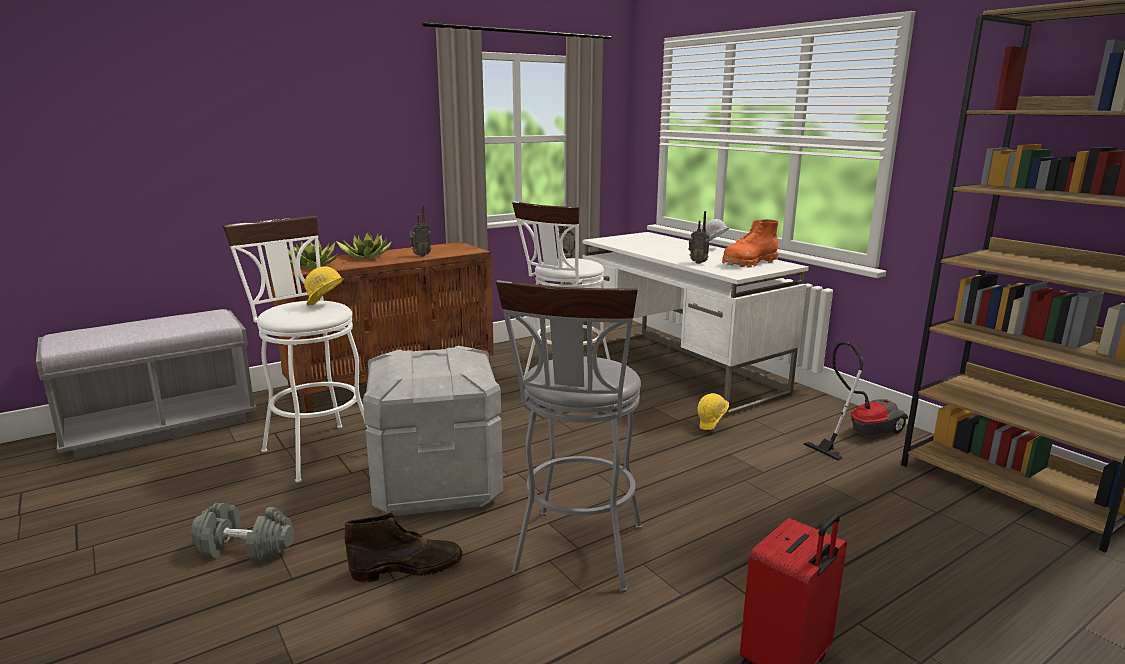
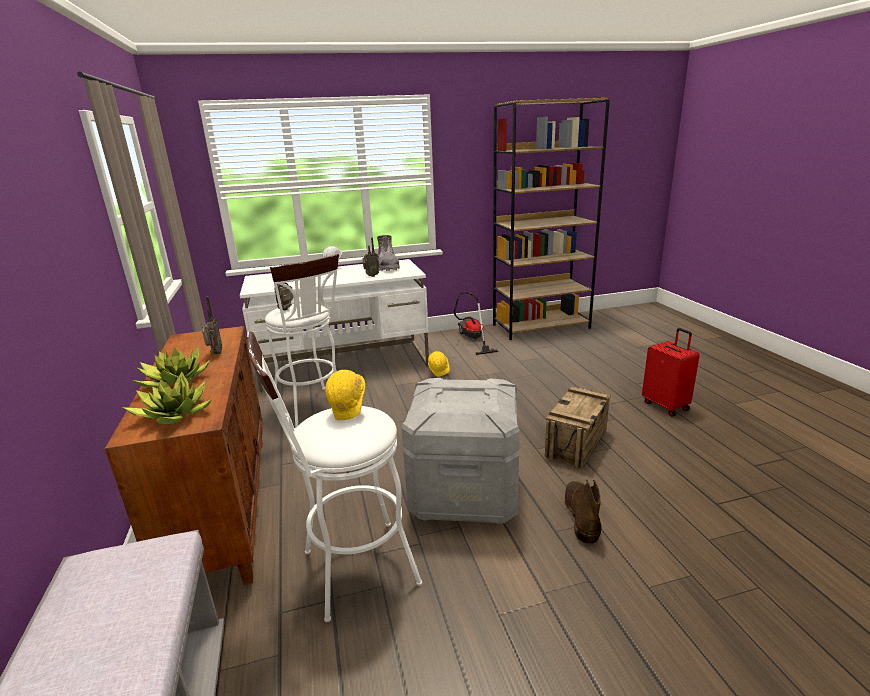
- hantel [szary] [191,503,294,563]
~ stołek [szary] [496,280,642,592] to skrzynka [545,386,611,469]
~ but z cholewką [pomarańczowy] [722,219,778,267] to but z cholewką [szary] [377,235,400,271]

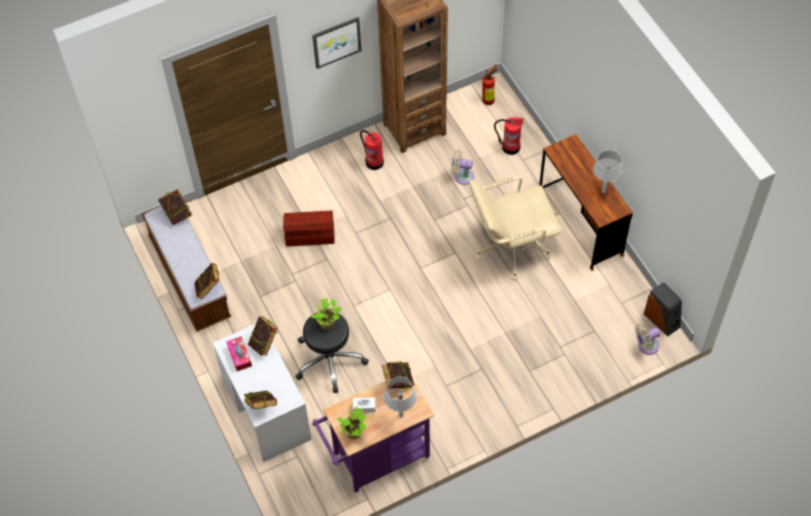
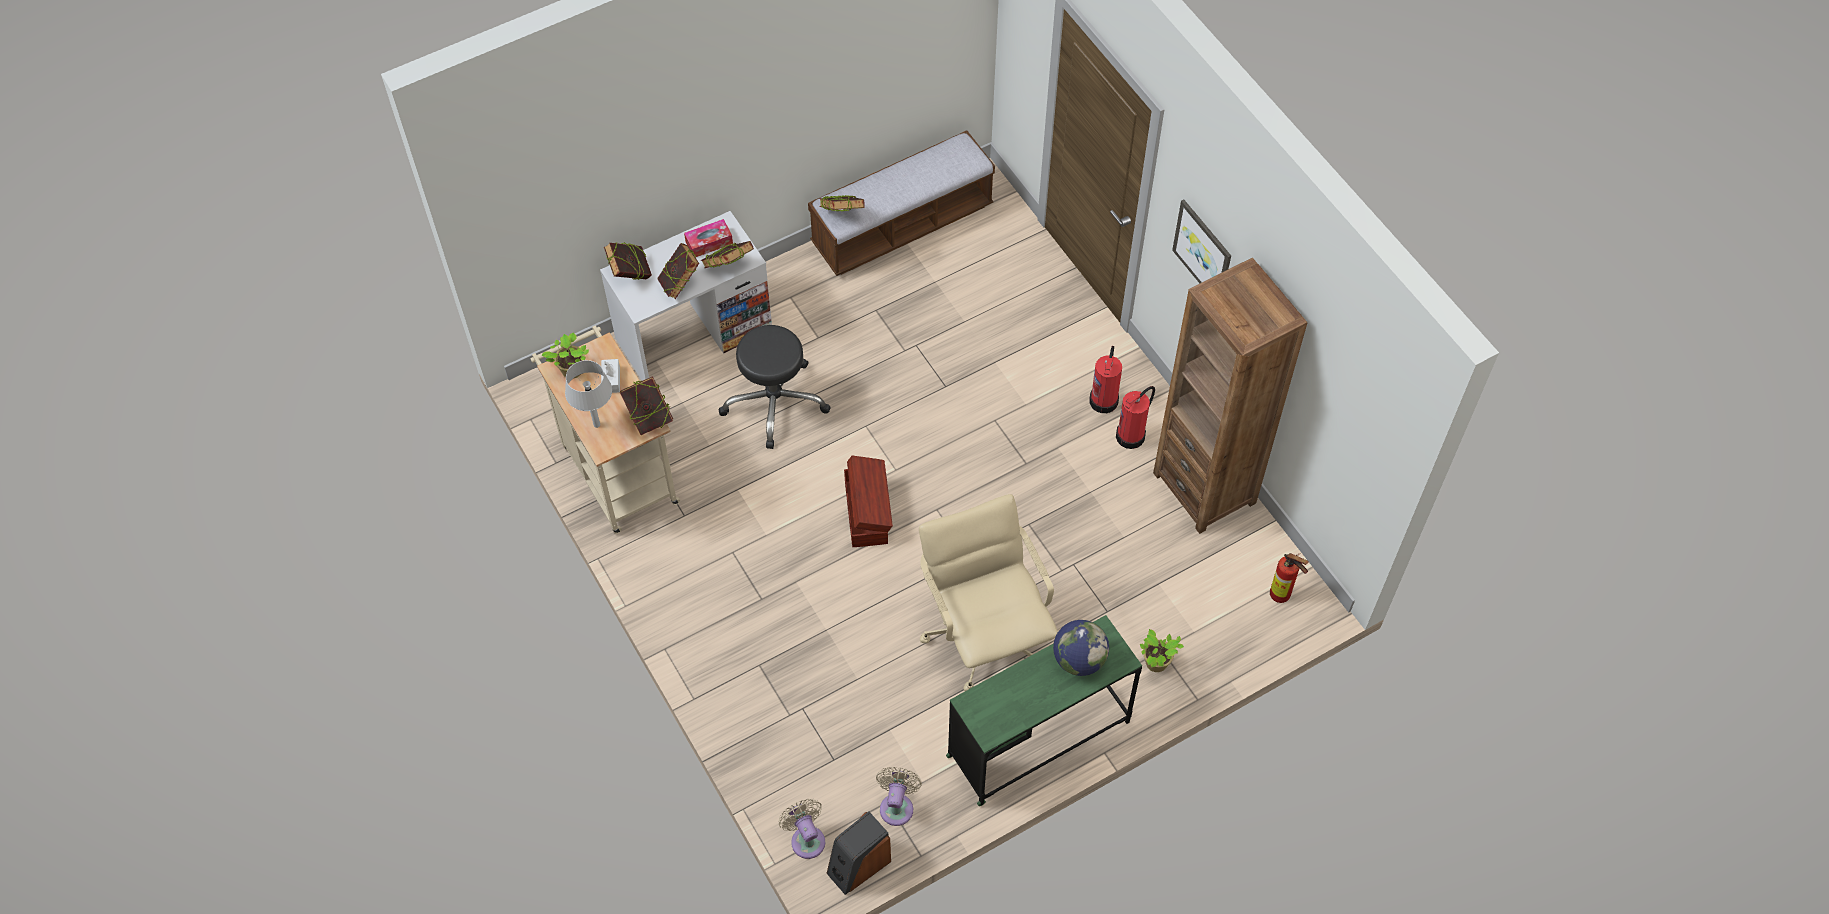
~ książka [158,189,192,225] to [657,243,699,299]
~ pojemnik do przechowywania [brązowy] [283,211,335,246] to [844,456,893,547]
~ roślina doniczkowa [311,298,342,330] to [1140,629,1184,672]
~ wózek [fioletowy] [312,378,434,493] to wózek [beżowy] [531,325,680,534]
~ wentylator [beżowy] [451,150,474,185] to [876,767,922,826]
~ gaśnica [494,117,524,155] to [1089,346,1122,413]
~ biurko [brązowy] [539,134,633,271] to biurko [zielony] [946,615,1142,806]
- lampa stołowa [szary] [593,150,623,193]
+ globus [1053,620,1109,676]

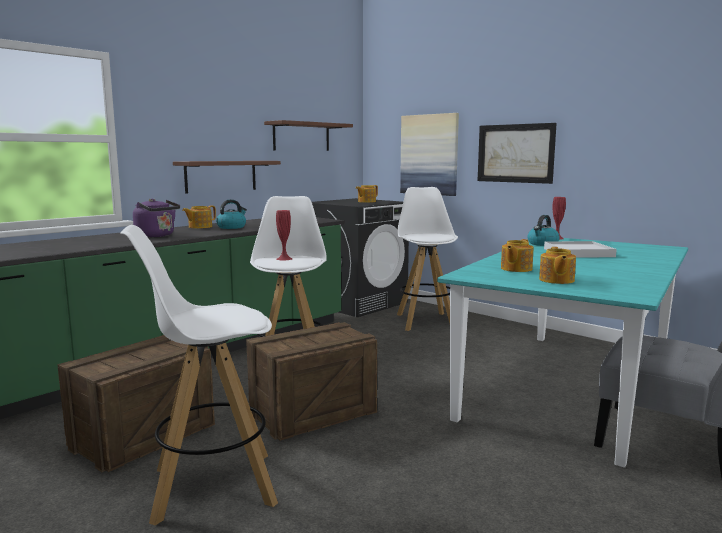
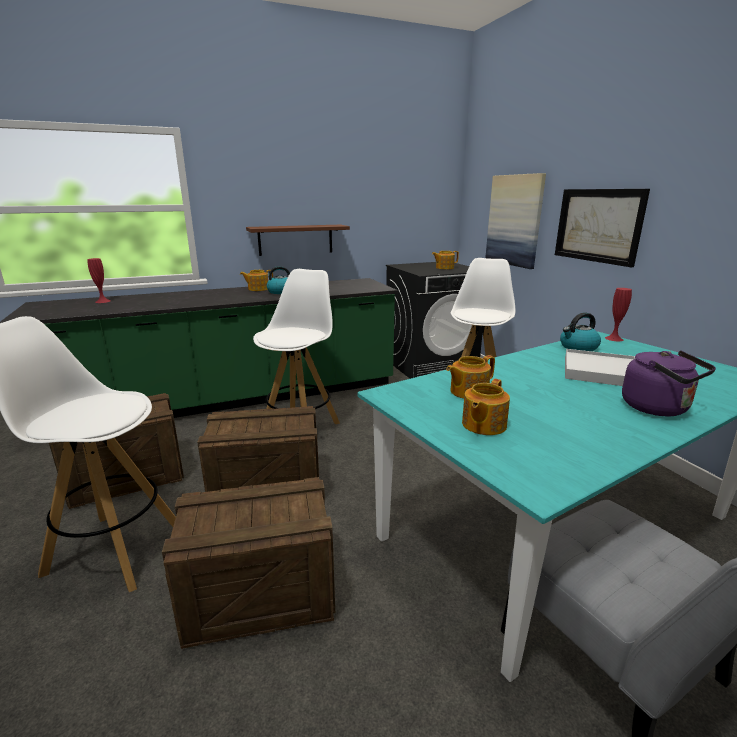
~ czajnik [fioletowy] [133,198,180,237] to [622,350,716,416]
- półka [brązowy] [264,120,353,151]
~ wazon [czerwony] [276,210,292,260] to [87,258,111,303]
+ skrzynka [162,477,336,649]

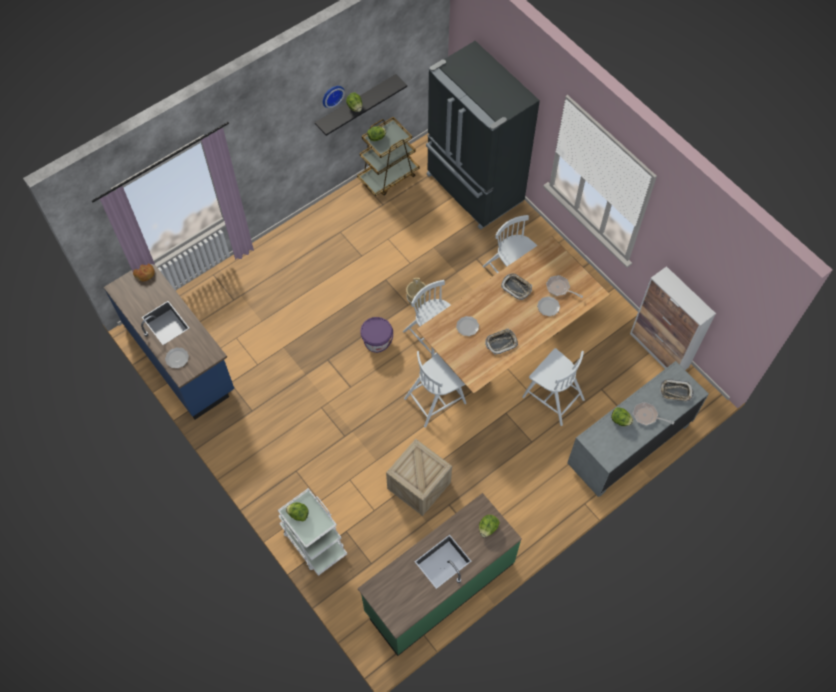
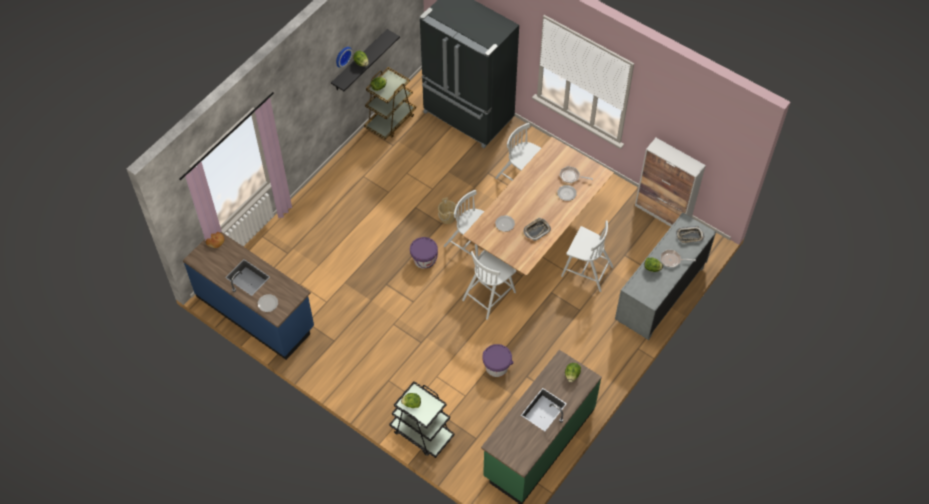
~ wózek [biały] [278,488,347,576] to wózek [czarny] [389,381,455,458]
~ skrzynka [386,439,452,516] to wiadro [fioletowy] [483,344,514,377]
- taca [501,273,532,300]

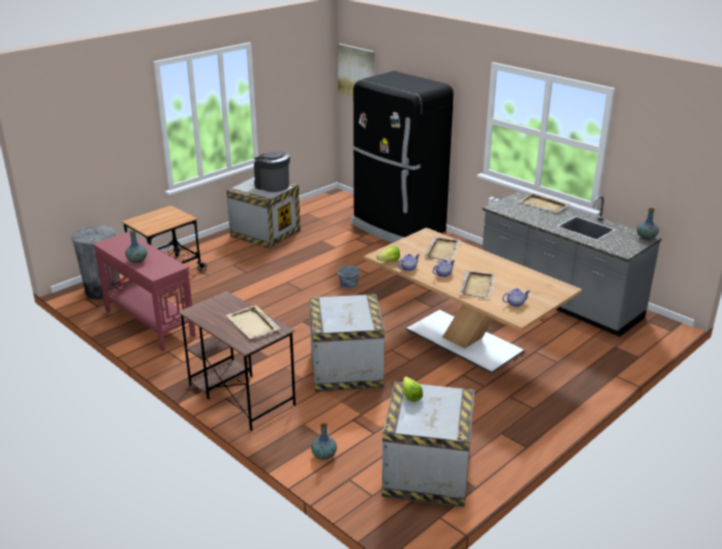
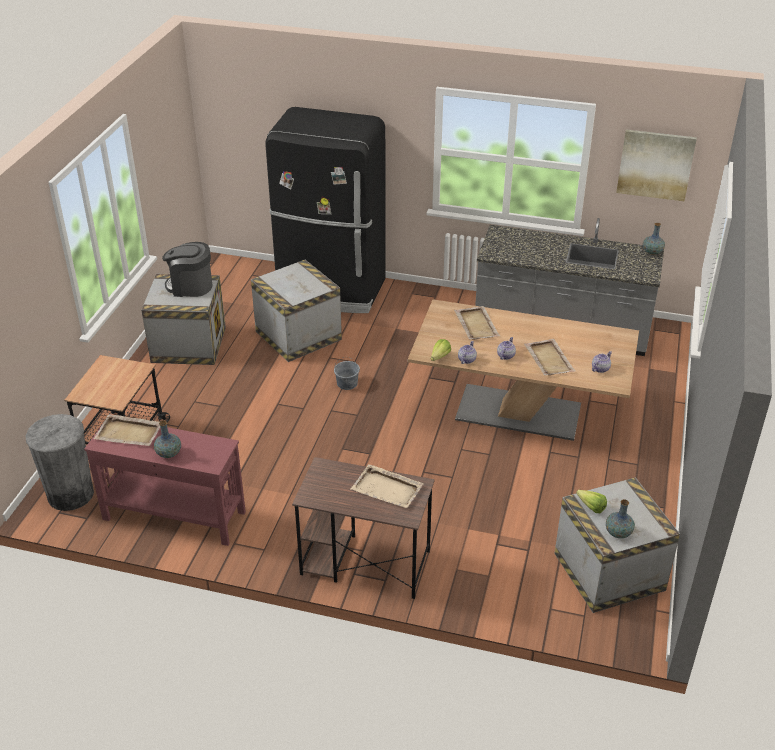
~ skrzynka [309,294,385,392] to [251,260,342,362]
~ wazon [311,423,337,460] to [606,499,635,538]
~ obraz [338,43,375,96] to [616,130,697,201]
~ taca [beżowy] [519,193,570,212] to [93,415,160,446]

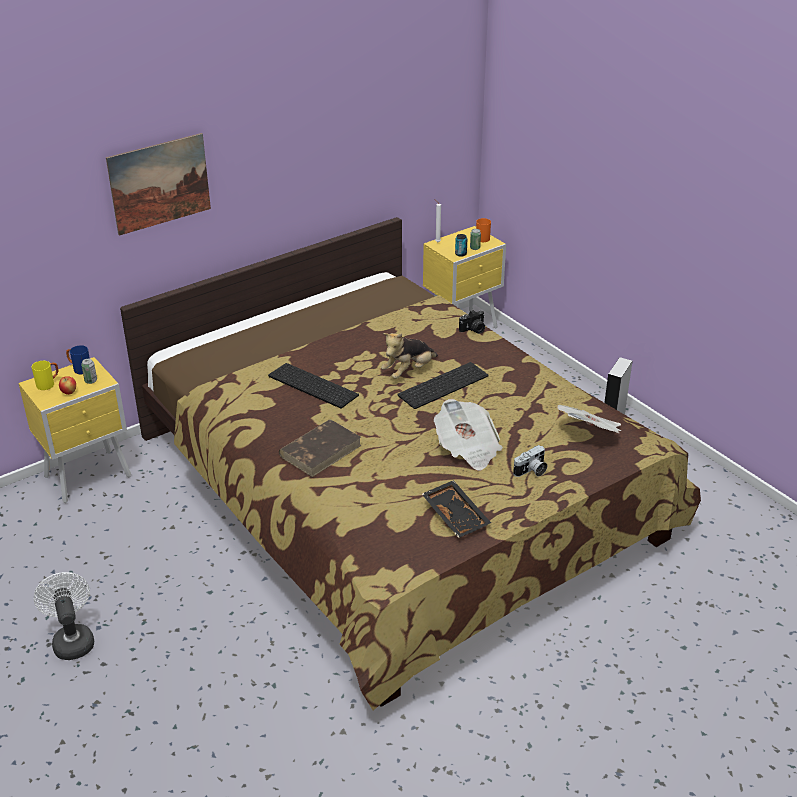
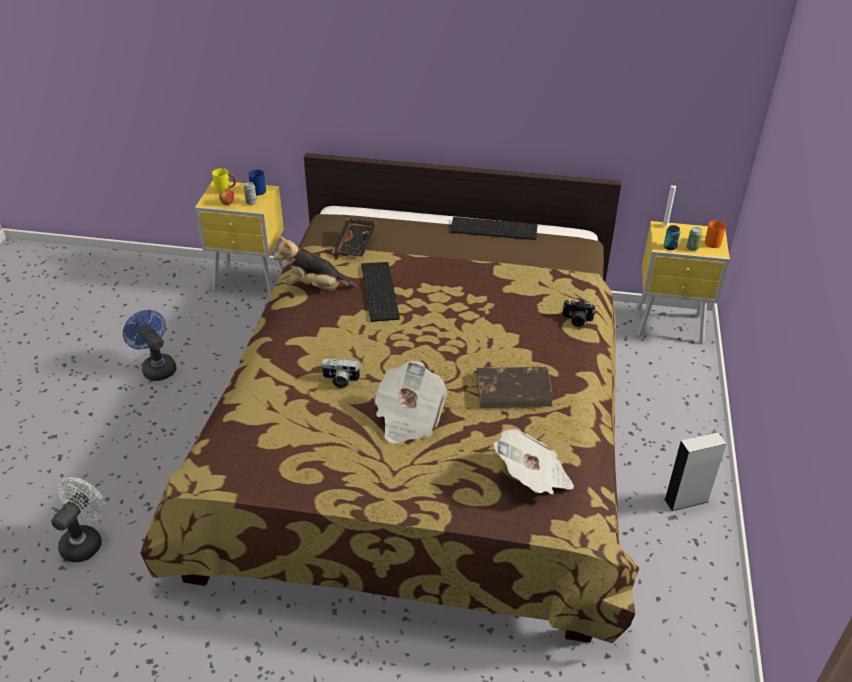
~ wentylator [biały] [34,572,94,660] to [51,477,106,562]
- obraz [106,133,211,236]
~ książka [brązowy] [279,419,362,477] to [477,367,554,408]
~ pluszak [381,333,438,379] to [273,236,357,288]
~ klawiatura [397,362,488,409] to [450,217,538,240]
~ taca [czarny] [422,480,491,538] to [332,218,377,257]
~ aparat fotograficzny [513,445,547,477] to [322,359,361,388]
+ wentylator [niebieski] [123,310,177,381]

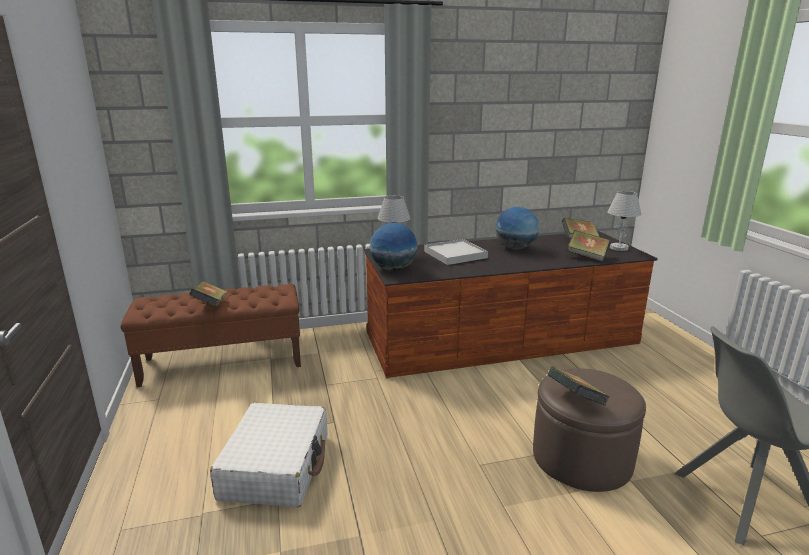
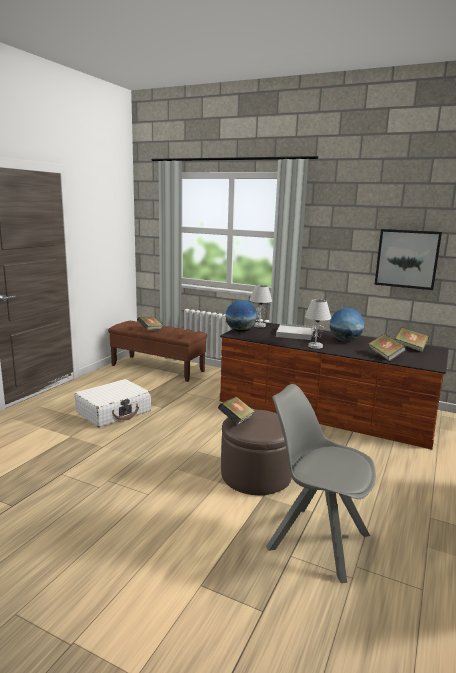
~ lampa stołowa [biały] [607,191,641,251] to [305,299,331,349]
+ obraz [375,229,442,290]

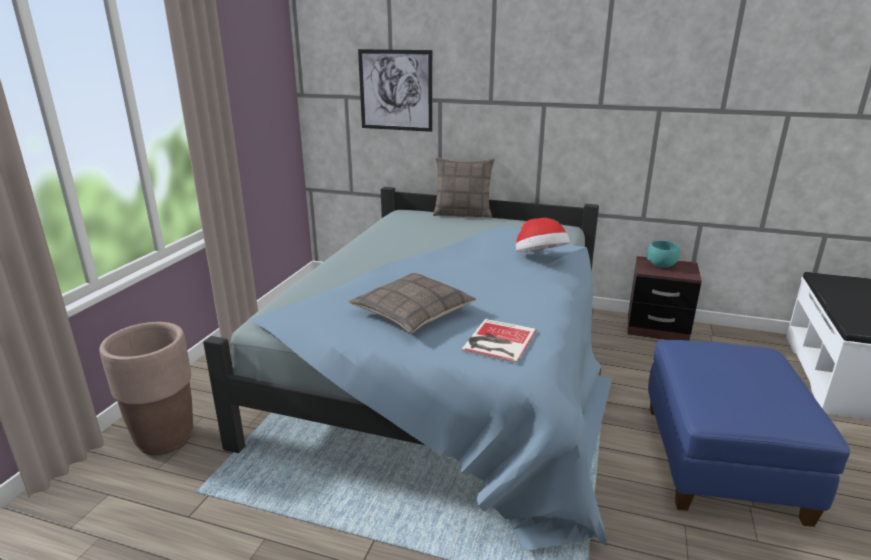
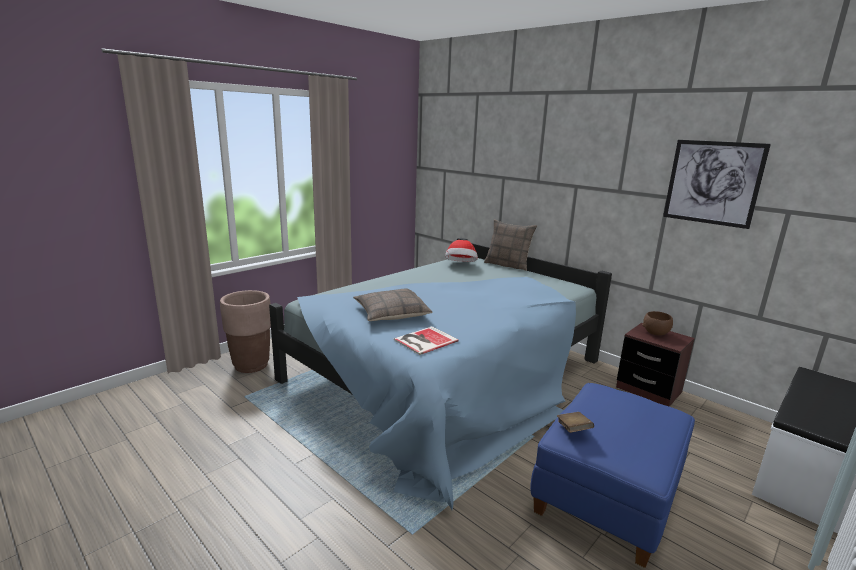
~ obraz [358,49,433,132] to [663,140,771,229]
~ kapelusz [516,218,570,252] to [445,240,478,262]
~ miska [turkusowy] [647,241,680,268] to miska [brązowy] [642,311,673,336]
+ książka [brązowy] [557,412,594,433]

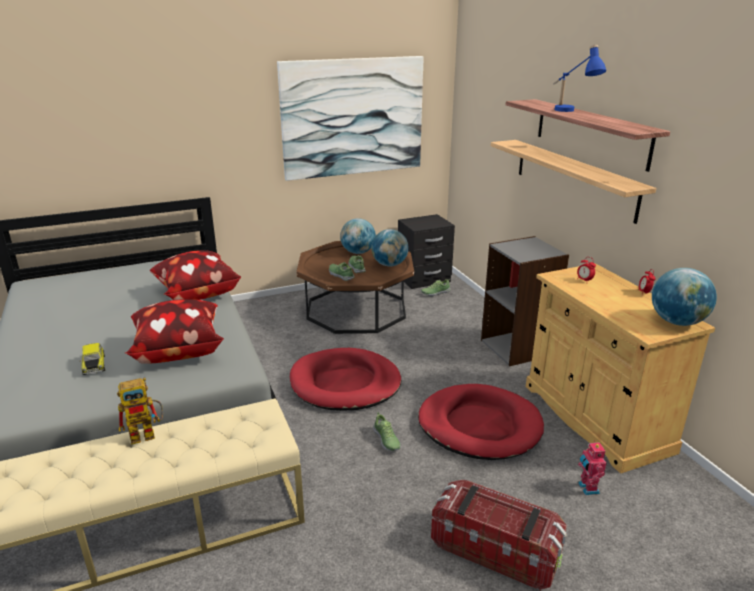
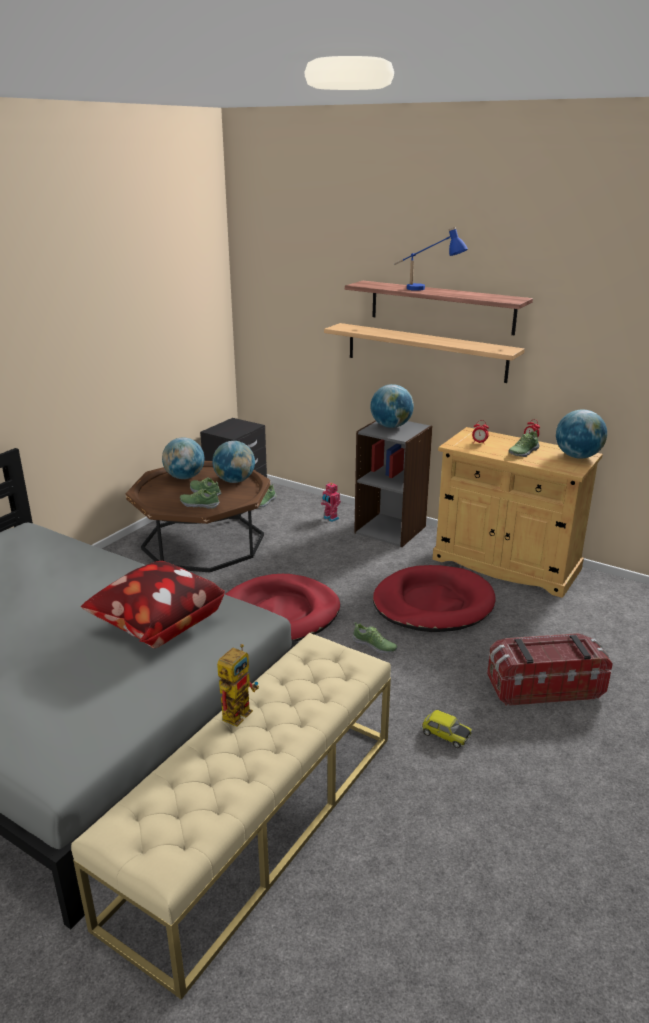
~ samochodzik [79,343,105,375] to [422,710,473,748]
- poduszka [150,250,241,300]
- obraz [277,56,424,181]
~ robot zabawkowy [578,440,606,495] to [321,482,341,522]
+ globus [370,384,414,428]
+ but [508,430,540,457]

